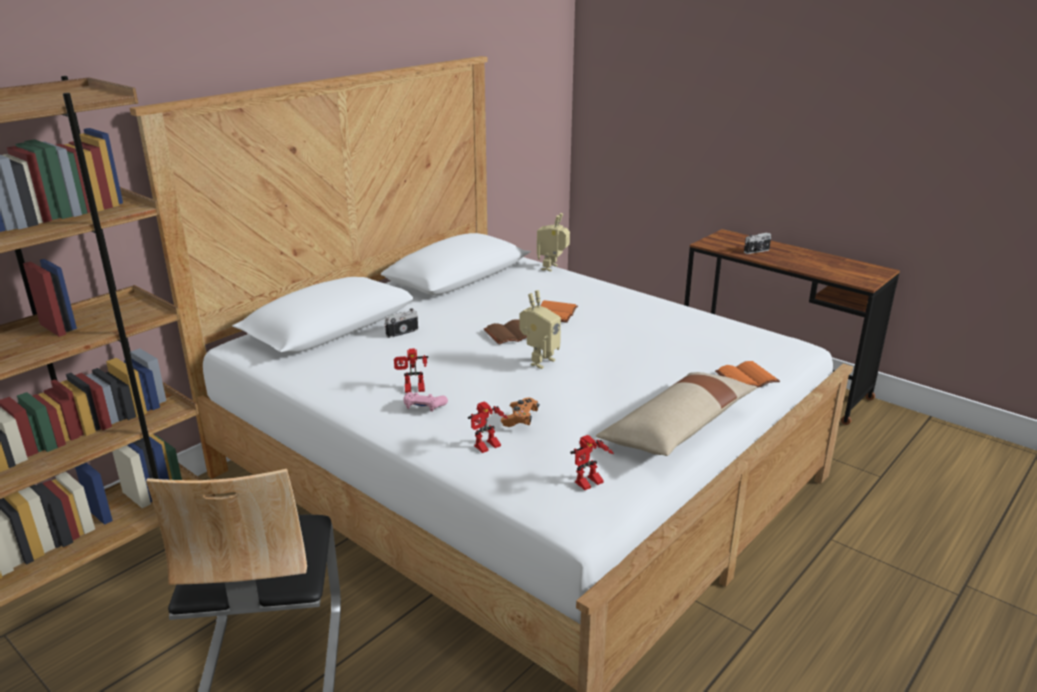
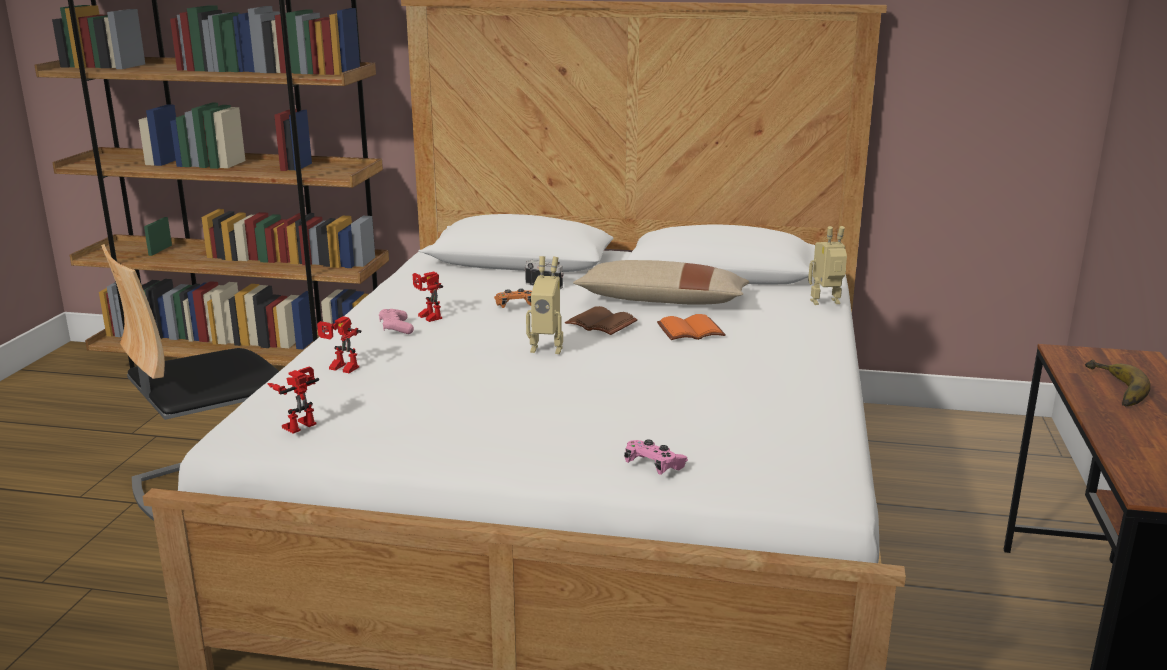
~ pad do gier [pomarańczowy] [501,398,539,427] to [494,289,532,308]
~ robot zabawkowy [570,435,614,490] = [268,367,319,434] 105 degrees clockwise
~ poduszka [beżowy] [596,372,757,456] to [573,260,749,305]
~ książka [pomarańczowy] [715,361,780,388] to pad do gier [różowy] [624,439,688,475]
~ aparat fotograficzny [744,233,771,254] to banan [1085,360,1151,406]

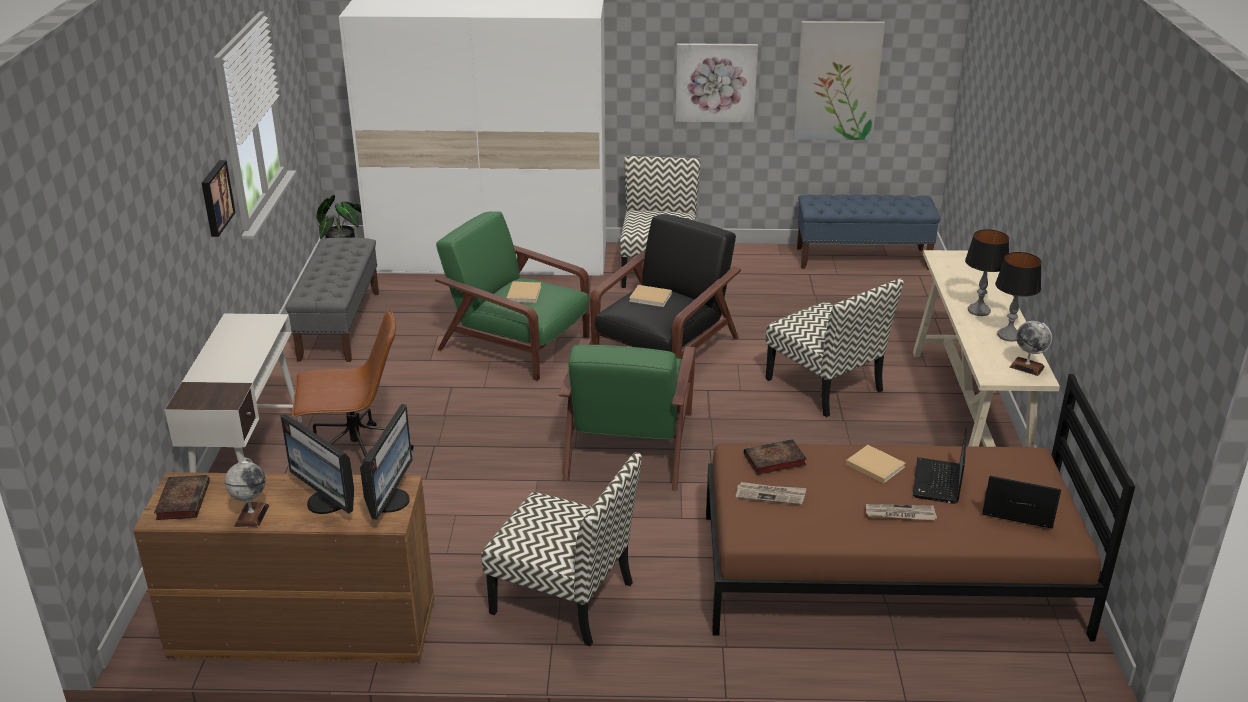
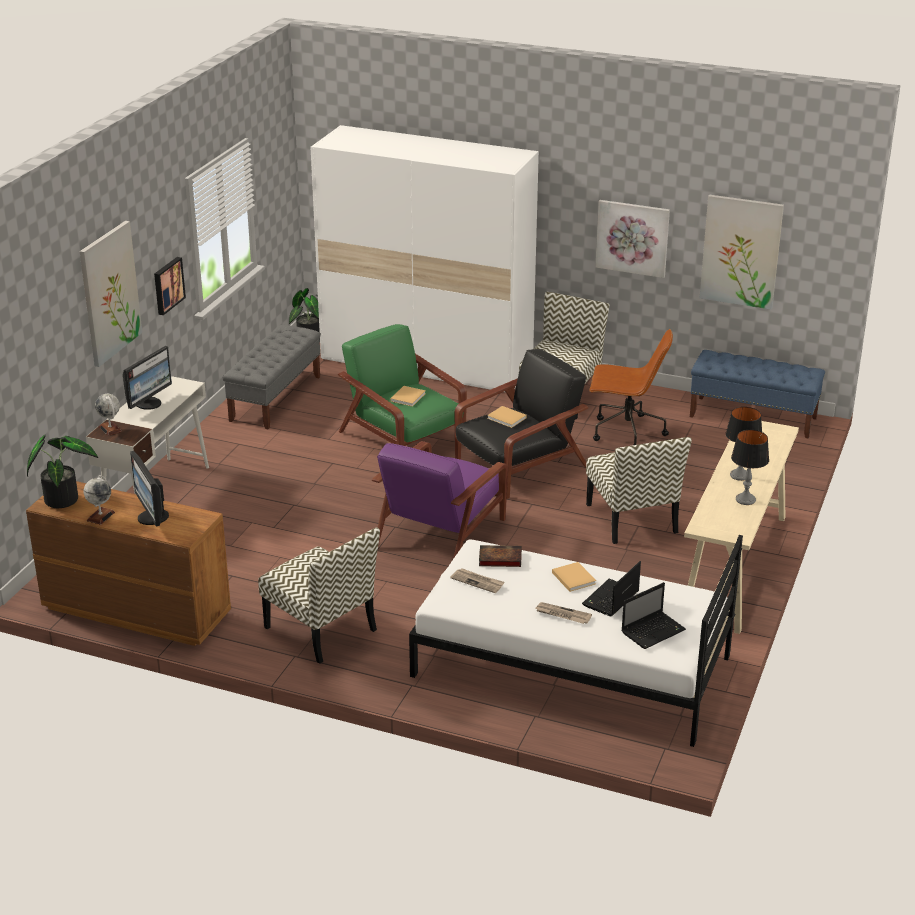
~ książka [154,475,210,520] to roślina doniczkowa [27,435,98,508]
~ krzesło biurowe [brązowy] [292,310,414,457] to [589,329,673,445]
~ monitor [360,404,412,520] to [123,346,172,410]
~ fotel [zielony] [559,339,696,491] to fotel [fioletowy] [372,441,508,559]
~ łóżko [brązowy] [706,374,1135,642] to łóżko [biały] [409,535,743,747]
~ laptop [982,476,1061,528] = [621,582,686,649] 105 degrees clockwise
~ globus [1009,321,1052,376] to [95,394,122,436]
+ obraz [80,221,142,367]

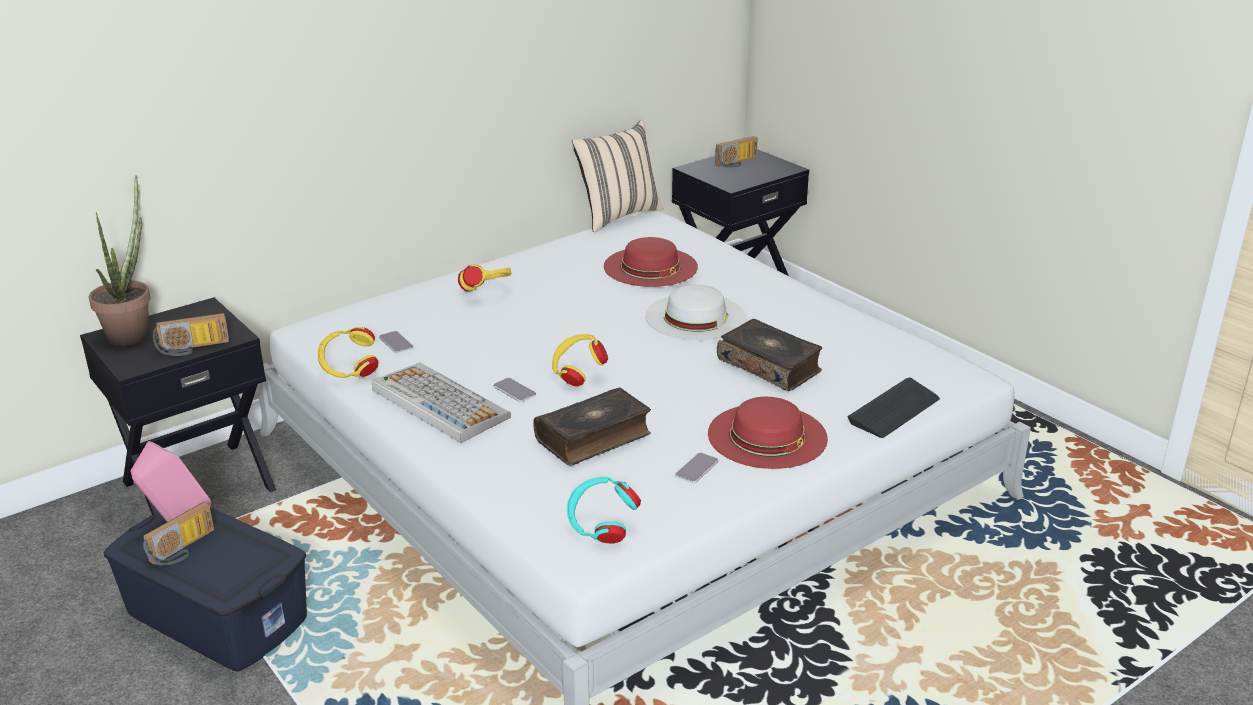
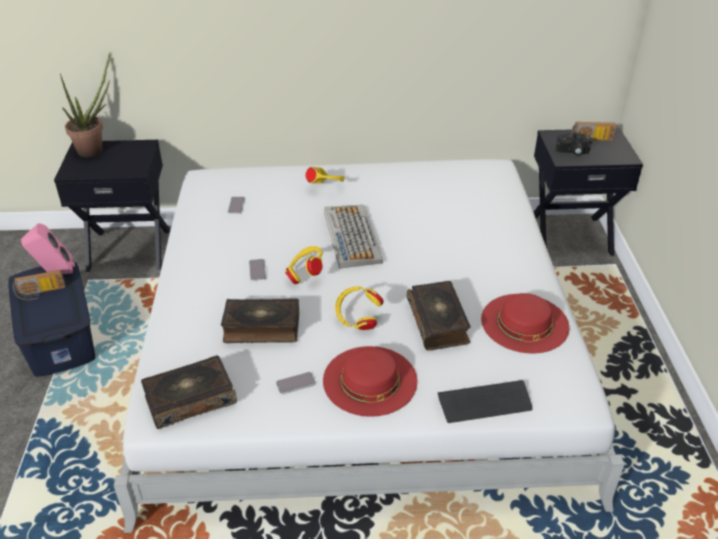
- radio [153,313,229,356]
~ słuchawki [żółty] [318,327,378,378] to [335,286,384,330]
~ klawiatura [372,363,511,443] to [324,205,383,269]
~ słuchawki [turkusowy] [567,477,641,543] to książka [141,355,237,429]
- poduszka [beżowy] [572,120,663,232]
~ kapelusz [czerwony] [604,237,698,287] to [481,293,569,353]
- kapelusz [biały] [646,285,747,340]
+ aparat fotograficzny [556,133,592,156]

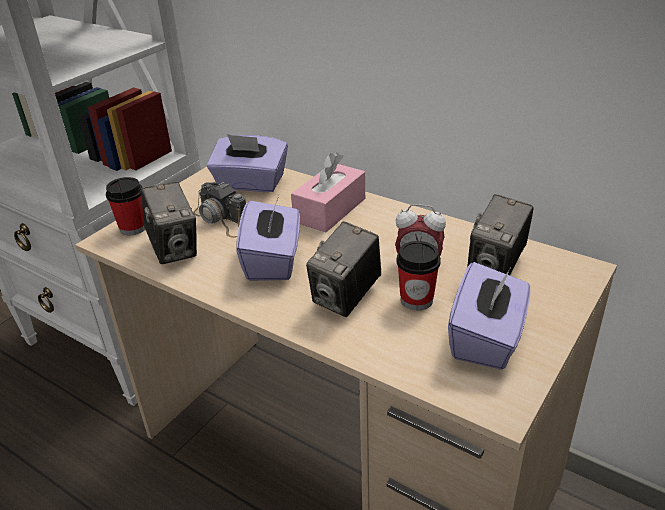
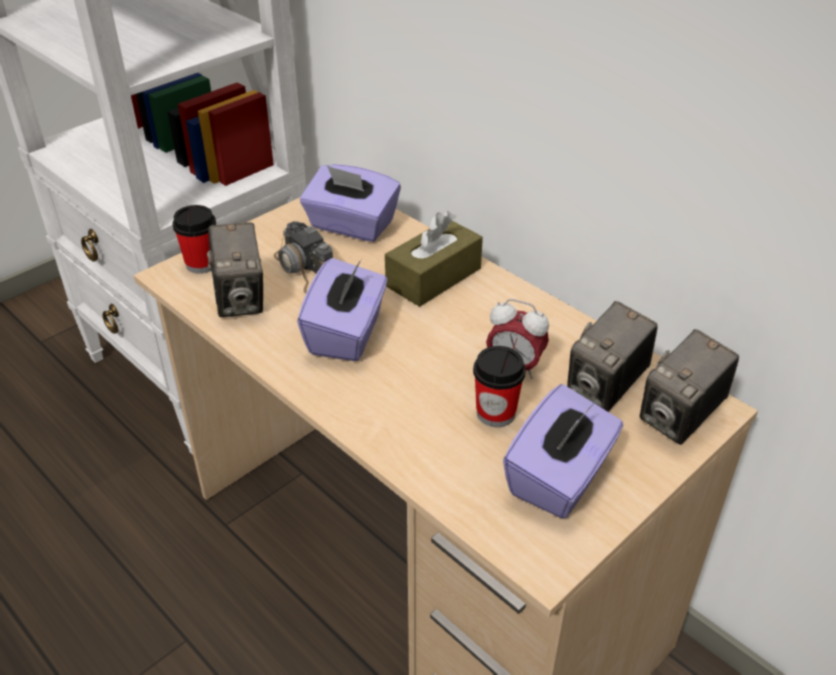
~ pudełko chusteczek [różowy] [291,153,365,232] to pudełko chusteczek [brązowy] [385,211,483,307]
~ aparat fotograficzny [306,221,381,317] to [640,329,739,445]

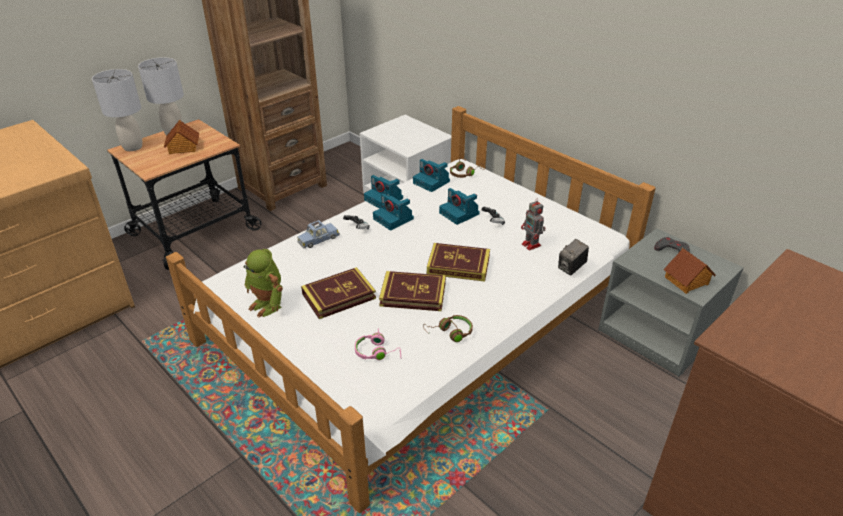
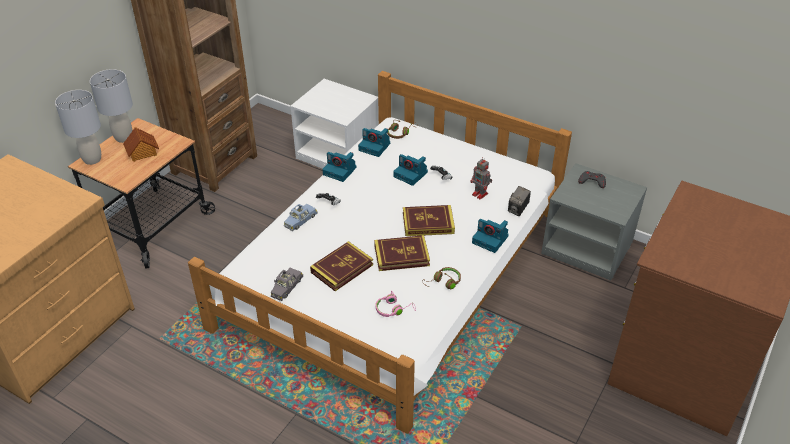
~ robot zabawkowy [244,249,283,317] to samochodzik [szary] [271,268,303,301]
~ aparat fotograficzny [373,193,414,231] to [472,219,509,253]
- domek [663,248,716,294]

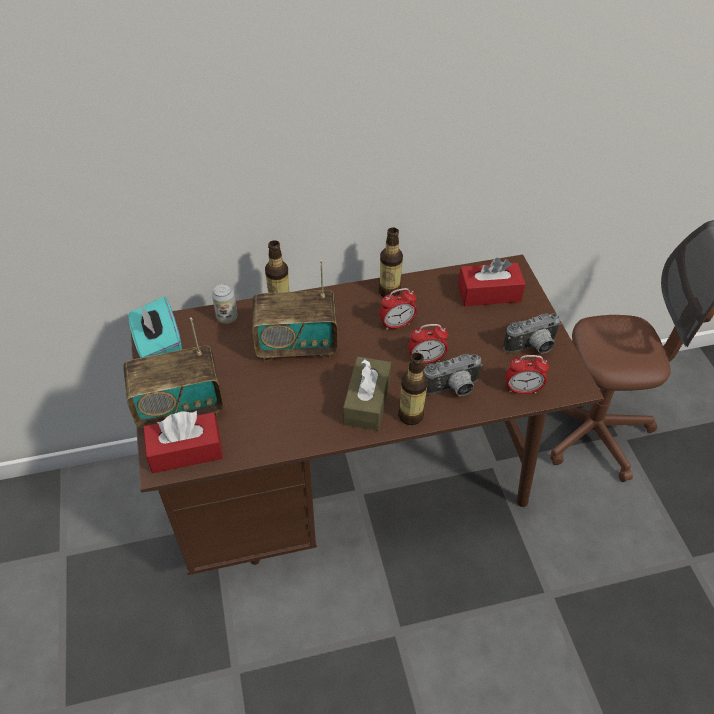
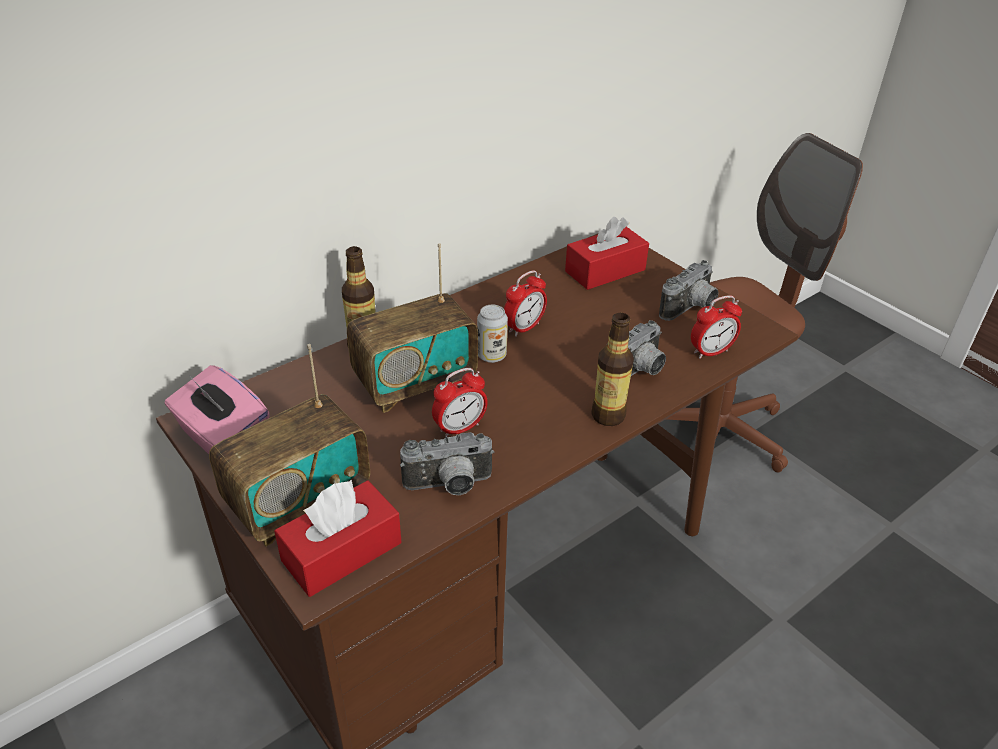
~ pudełko chusteczek [turkusowy] [129,297,182,358] to pudełko chusteczek [różowy] [165,365,270,454]
~ puszka [212,283,238,324] to [477,305,508,363]
- pudełko chusteczek [brązowy] [343,357,391,431]
- butelka [379,227,403,297]
~ budzik [408,324,448,363] to [432,368,488,437]
+ aparat fotograficzny [400,432,495,495]

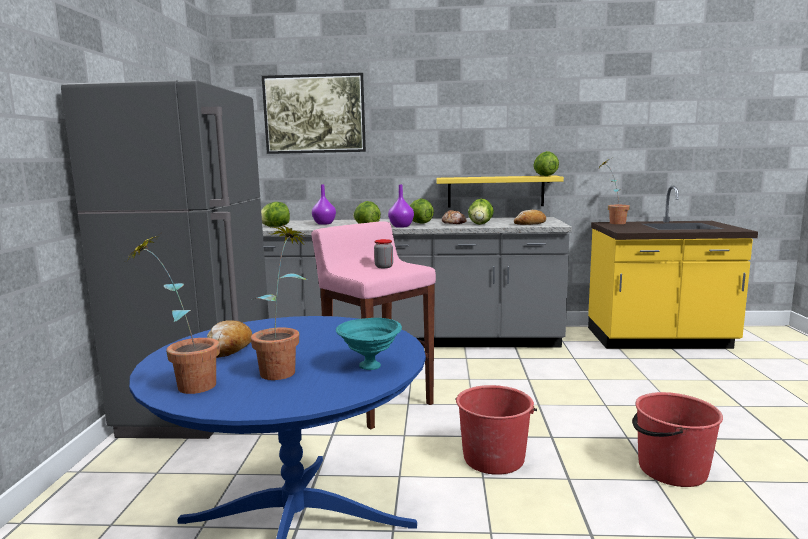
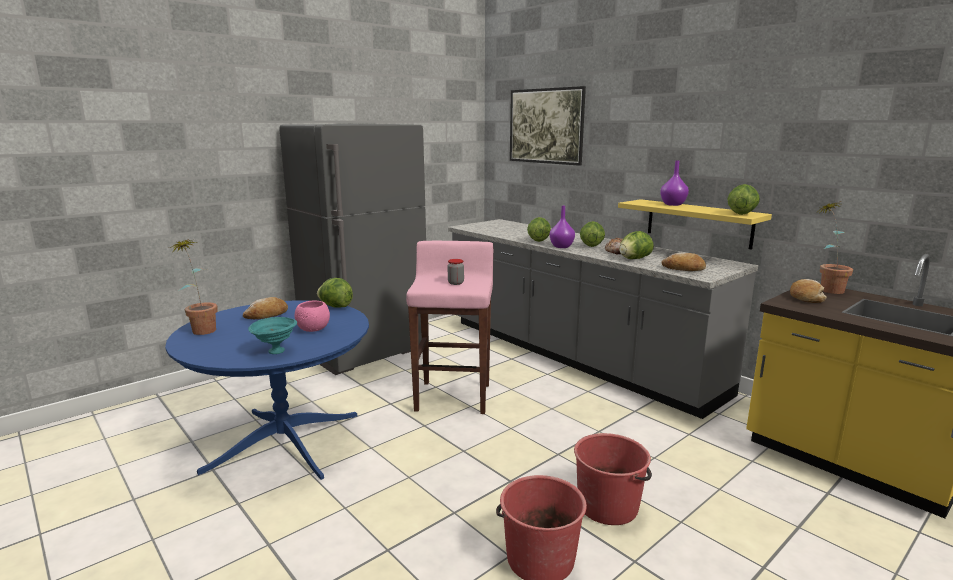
- roślina doniczkowa [251,225,308,380]
~ sałata [261,202,290,227] to [317,278,353,308]
~ wazon [fioletowy] [312,184,336,225] to [660,160,689,206]
~ wiadro [czerwony] [455,385,537,475] to [574,433,652,525]
+ miska [różowy] [295,301,330,332]
+ chleb [790,279,827,303]

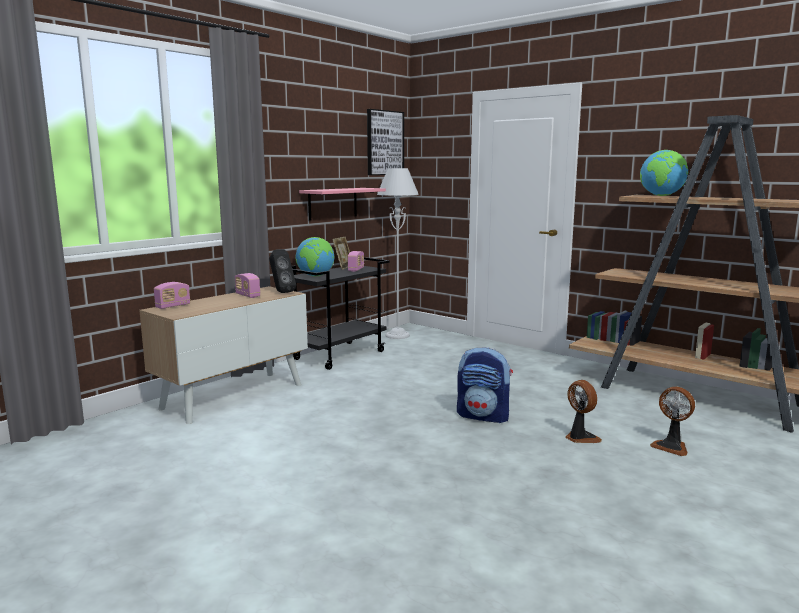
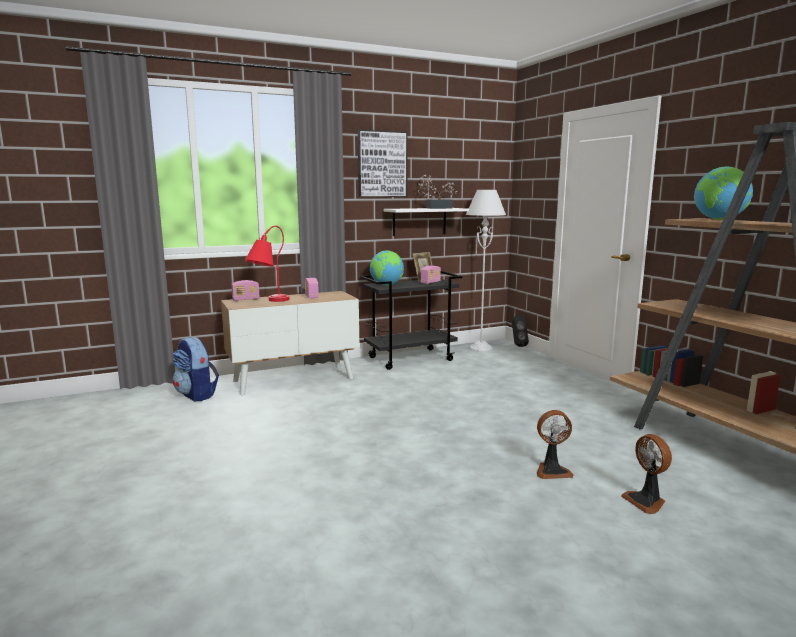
~ głośnik [czarny] [269,249,296,293] to [512,316,529,347]
~ półka [różowy] [299,188,386,221] to półka [biały] [383,208,469,236]
~ obraz [367,109,404,175] to [358,130,408,197]
~ plecak [457,347,513,423] to [172,337,219,402]
~ wentylator [566,380,602,443] = [537,410,574,479] 90 degrees clockwise
+ lampa stołowa [czerwony] [245,226,289,302]
+ roślina doniczkowa [418,175,457,209]

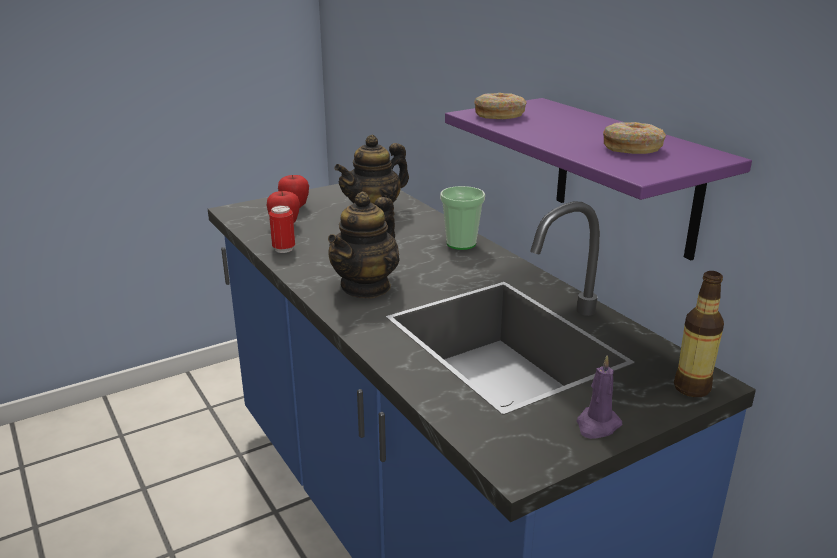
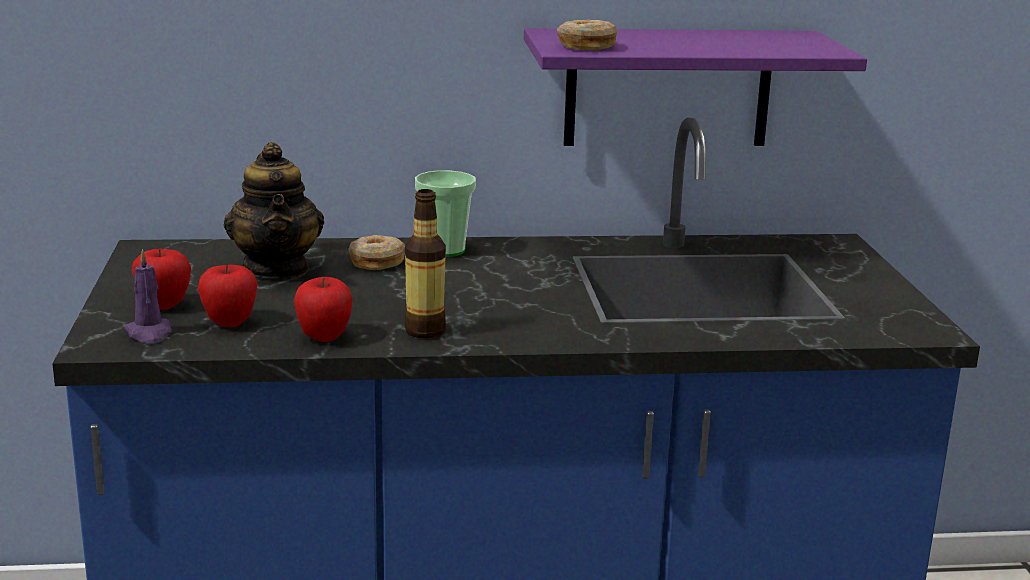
~ puszka [269,205,295,253] to jabłko [294,277,353,342]
- imbryk [328,191,400,298]
~ świeca [fioletowy] [577,355,622,439] to [124,249,172,344]
~ donut [603,122,666,154] to [349,235,405,270]
~ butelka [674,271,724,397] to [405,189,446,339]

